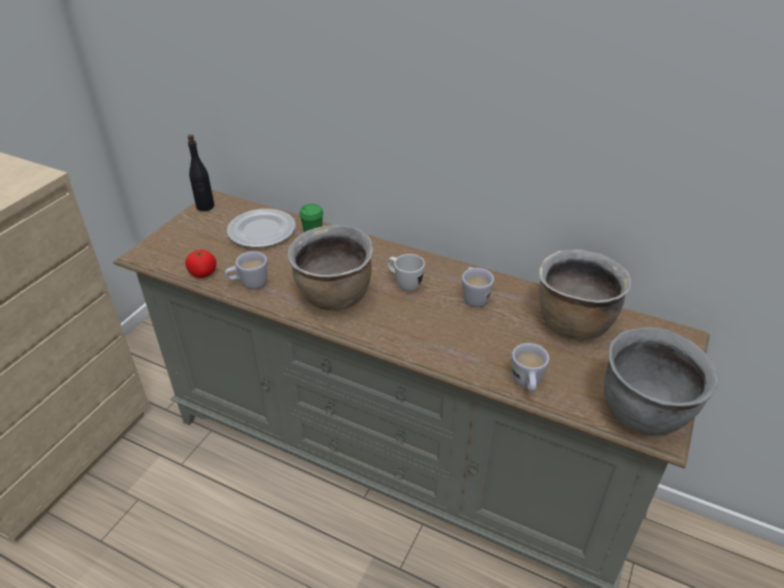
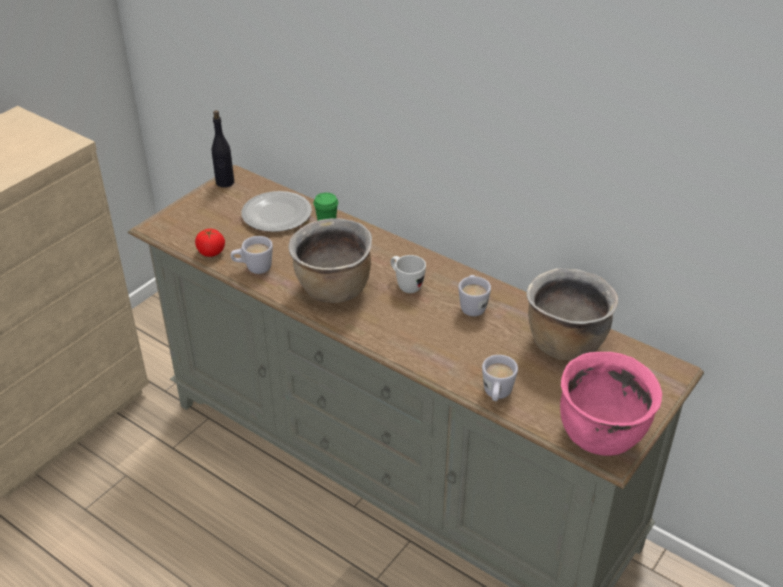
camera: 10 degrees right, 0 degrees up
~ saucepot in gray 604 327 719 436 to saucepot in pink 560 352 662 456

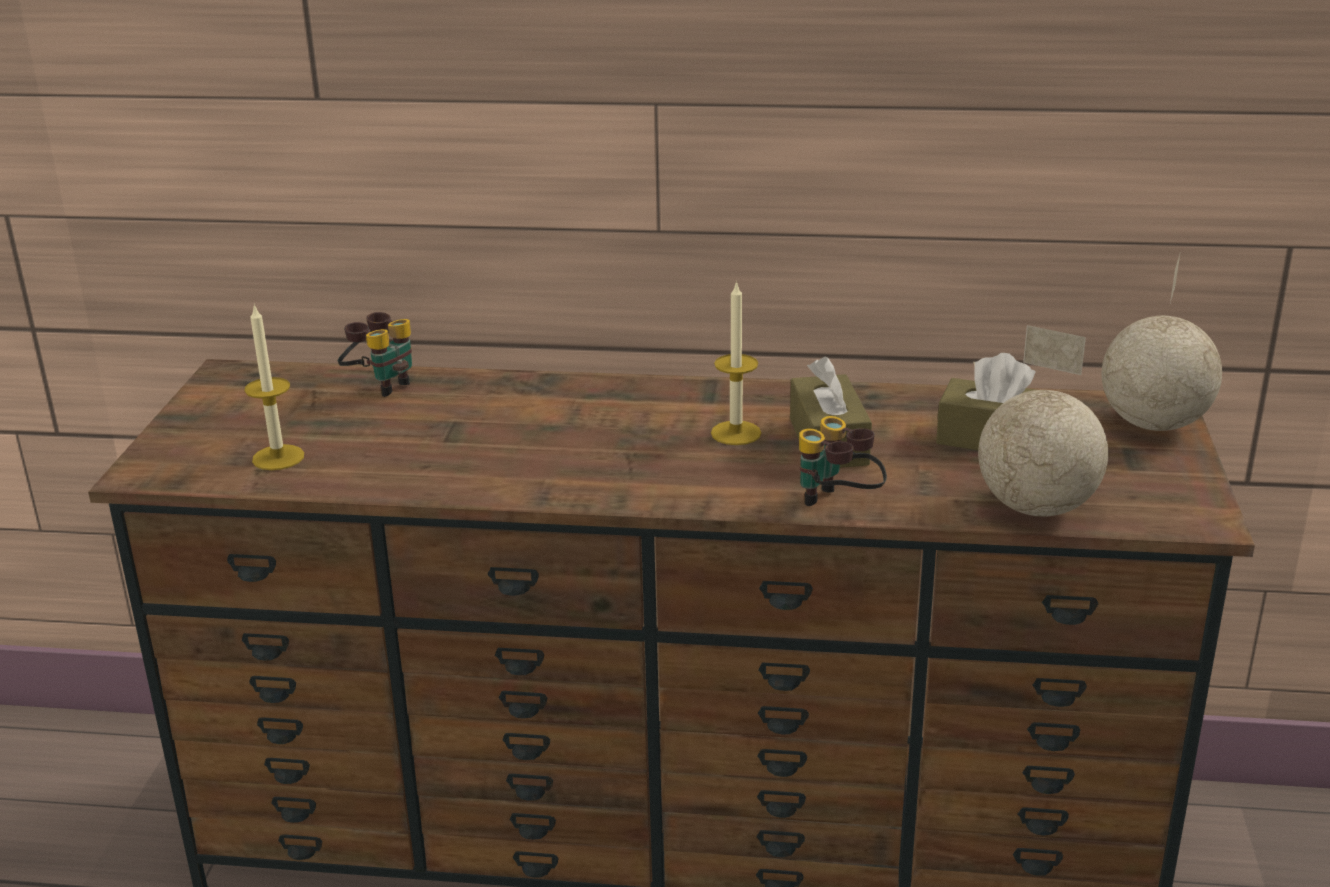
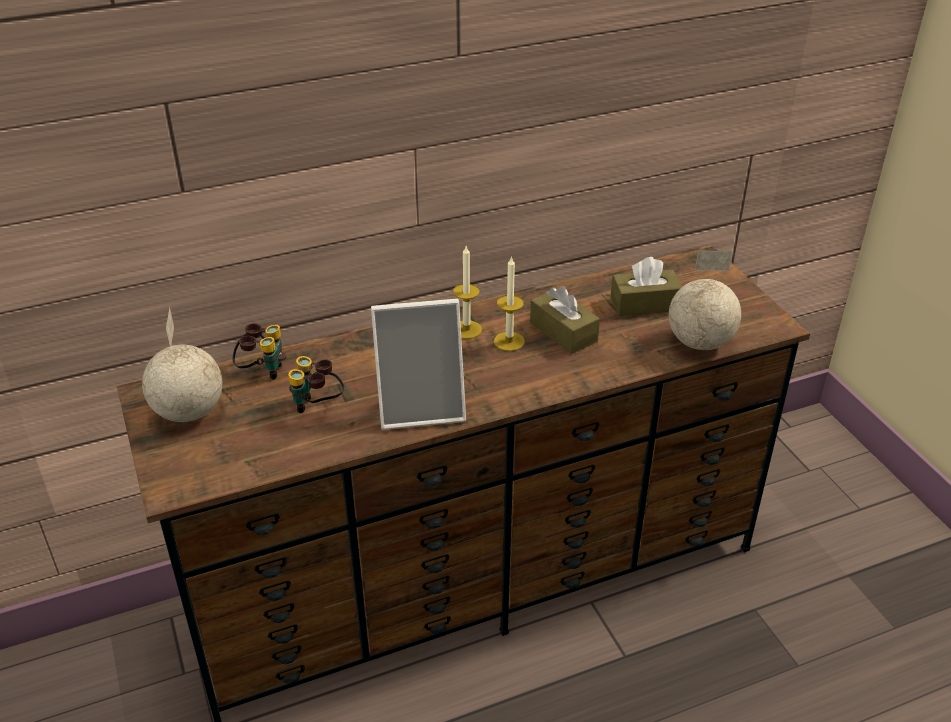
camera: 30 degrees left, 10 degrees up
~ globe 1102 251 1222 431 to 142 307 222 422
~ wax light 244 304 304 470 to 453 246 482 339
~ binoculars 799 416 887 506 to 288 356 344 413
+ standing frame 371 299 466 430

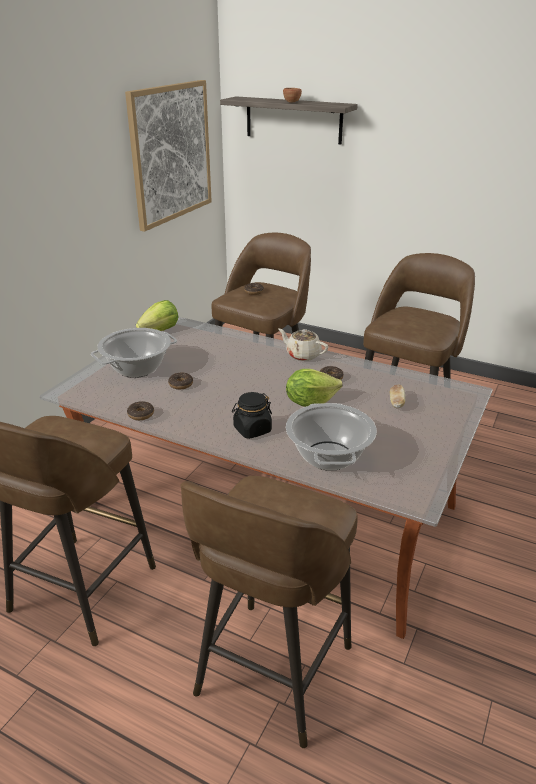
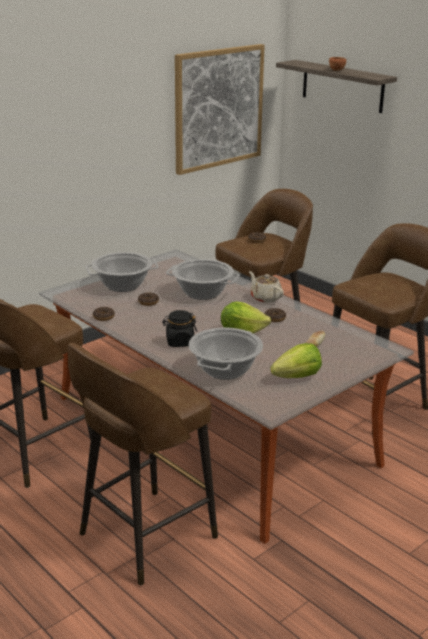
camera: 20 degrees right, 5 degrees down
~ lettuce 136 300 178 331 to 270 343 322 378
+ saucepot 166 259 240 300

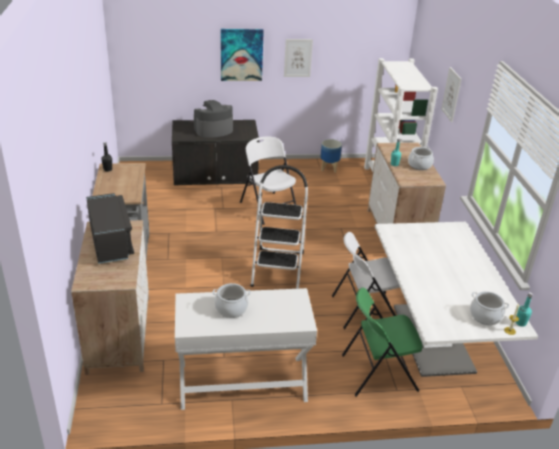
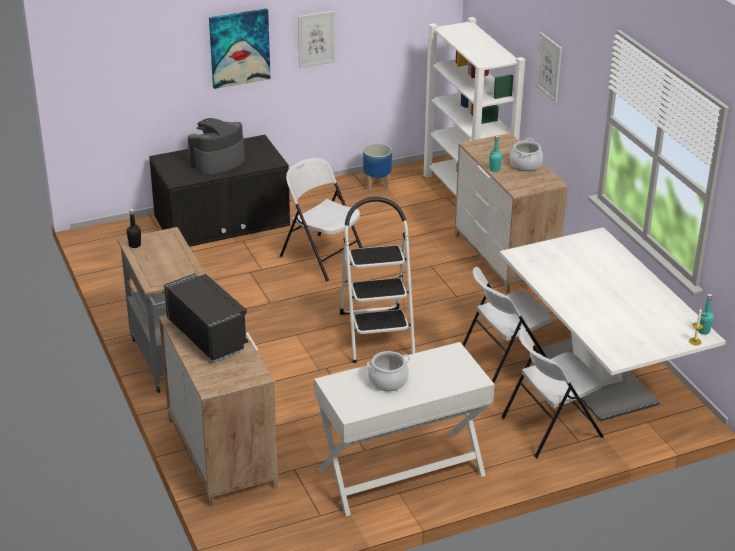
camera: 15 degrees left, 0 degrees up
~ upright chair in green-coloured 342 288 423 397 to upright chair in whitish 501 328 604 459
- saucepot 470 291 509 325

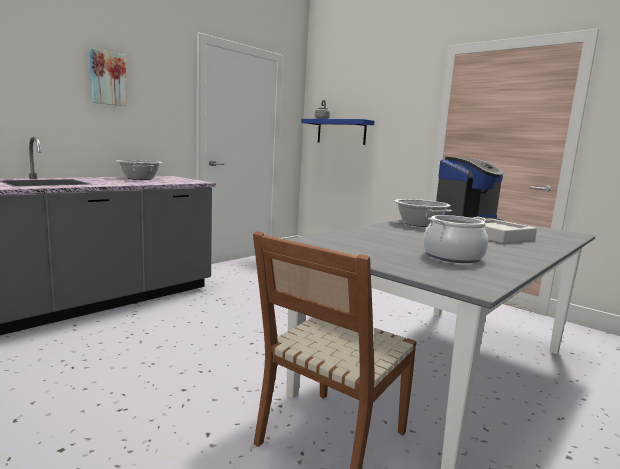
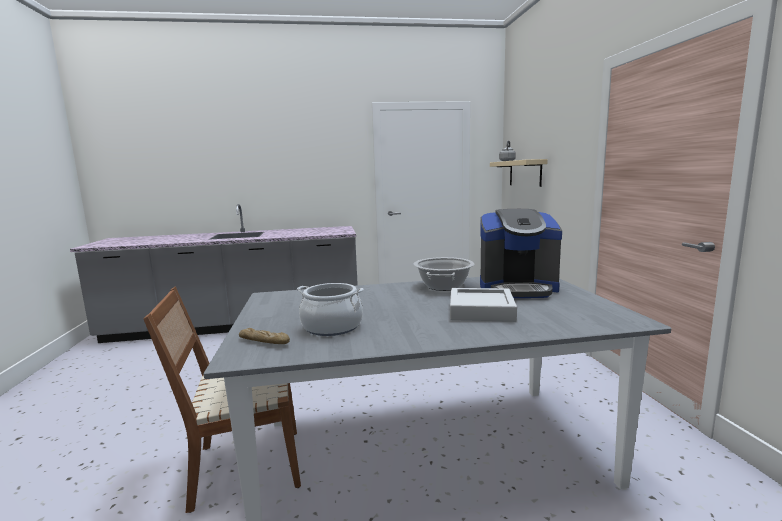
camera: 40 degrees right, 0 degrees up
- picture 90 48 127 106
~ shelf in blue-coloured 301 119 374 145 to shelf in sand-coloured 490 159 548 187
- saucepot 116 160 162 180
+ bakery bread 239 328 290 344

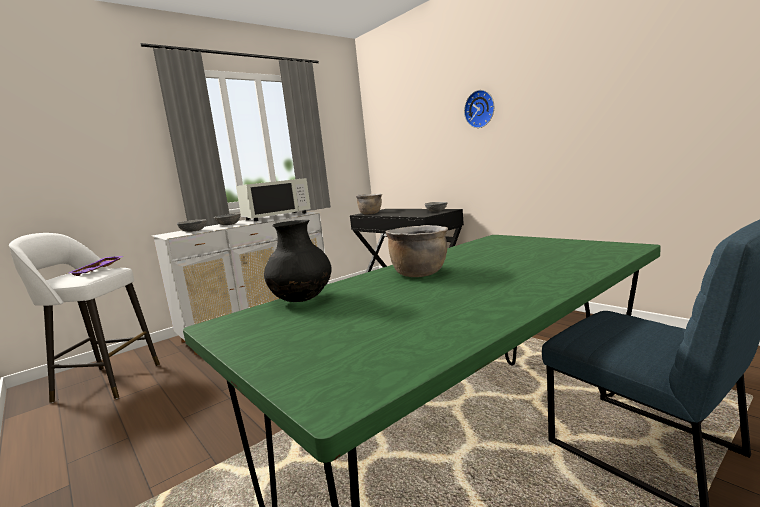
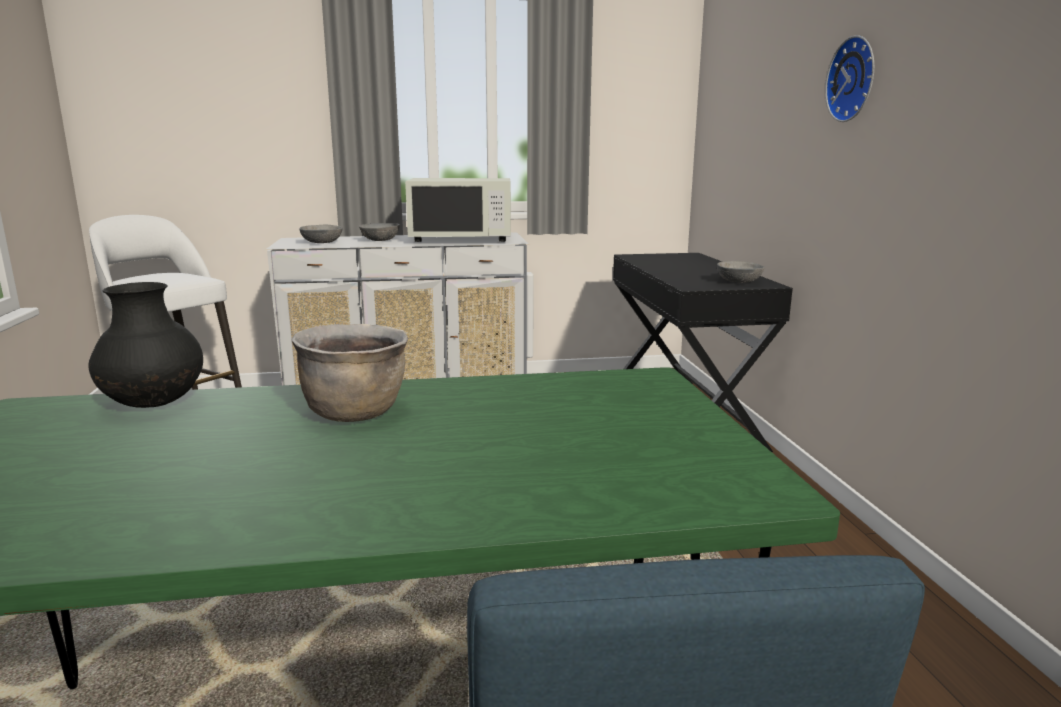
camera: 30 degrees right, 5 degrees up
- saucepot in brownish 356 193 382 214
- serving tray in purple-coloured 69 256 123 276

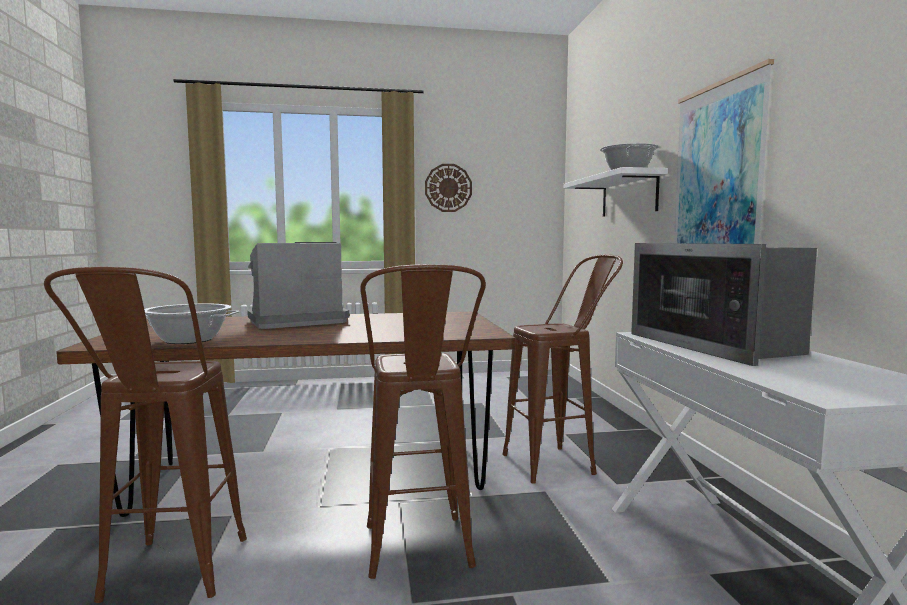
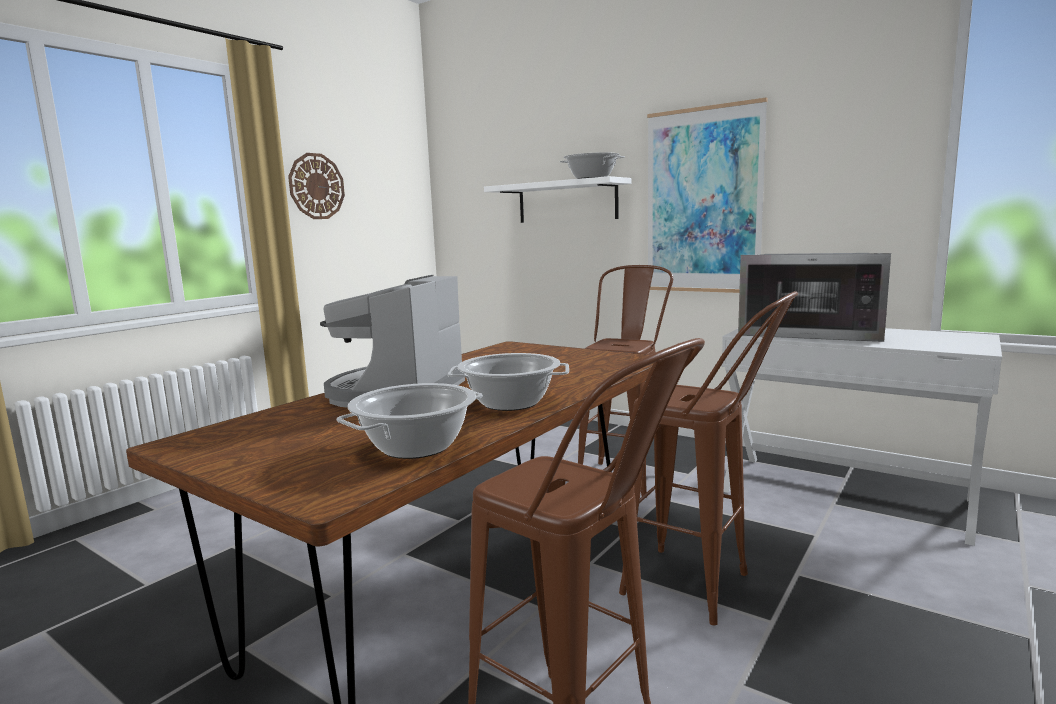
camera: 45 degrees left, 5 degrees up
+ saucepot 448 353 569 411

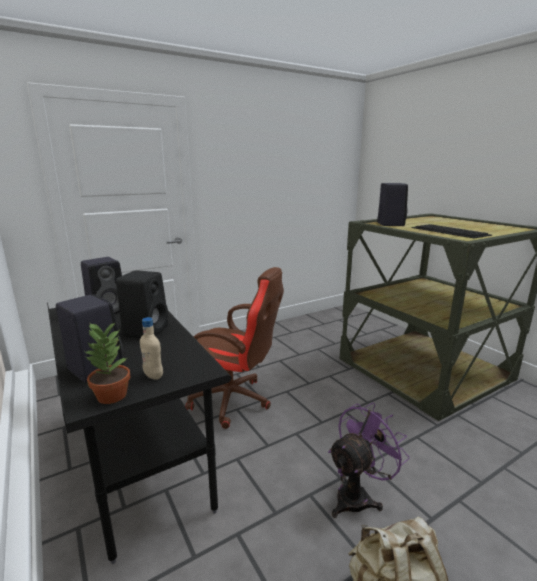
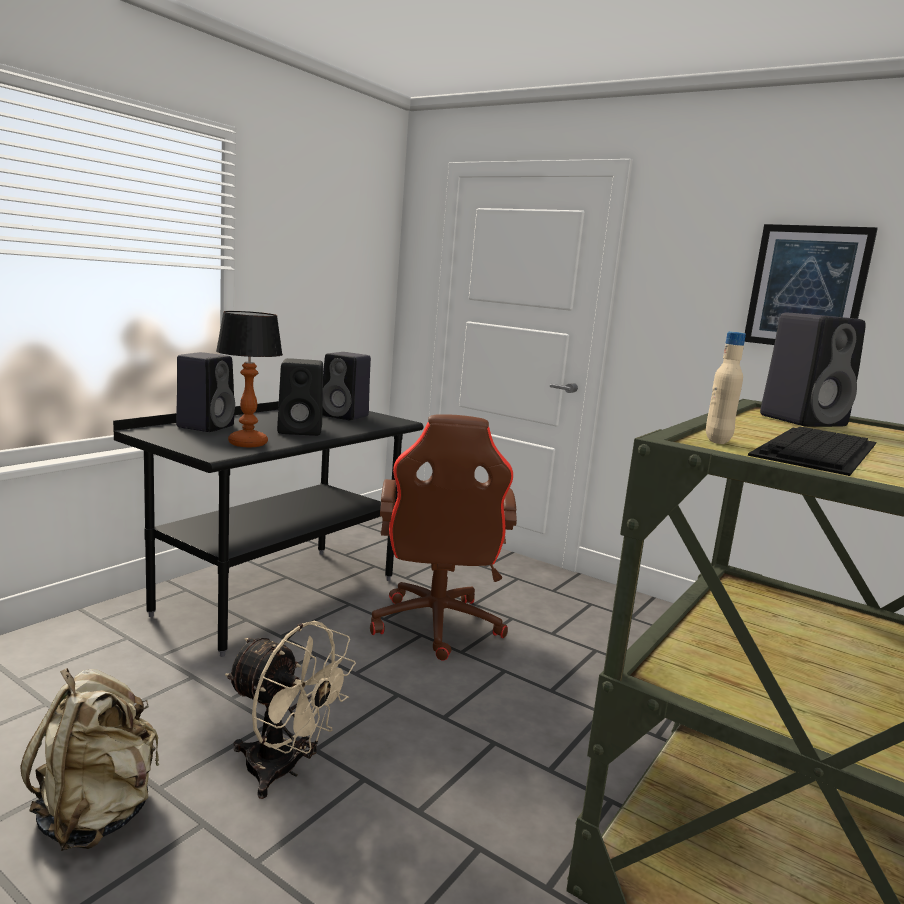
camera: 65 degrees right, 5 degrees down
~ bottle in sand-coloured 140 317 163 380 to 706 332 746 444
- houseplant 83 322 130 404
~ electric fan in purple-coloured 328 402 410 518 to electric fan in sand-coloured 225 621 356 799
+ picture 745 224 878 345
+ lamp for a table 216 311 283 447

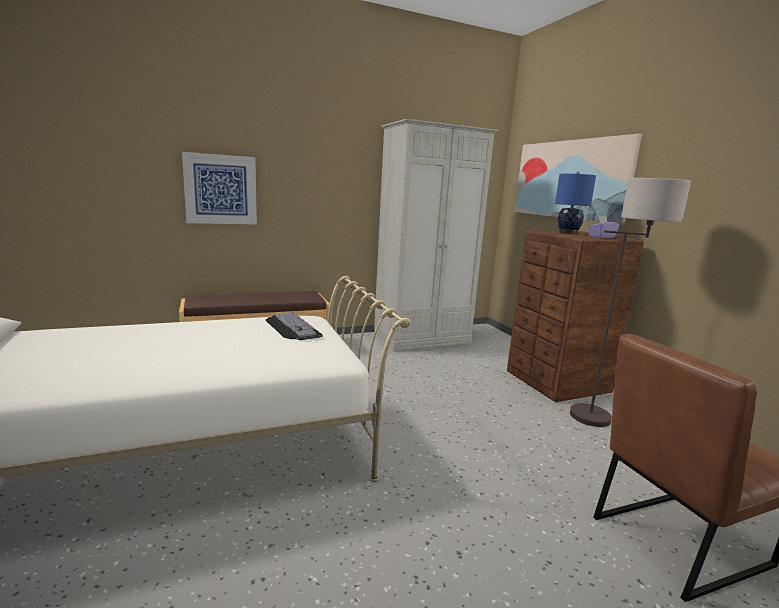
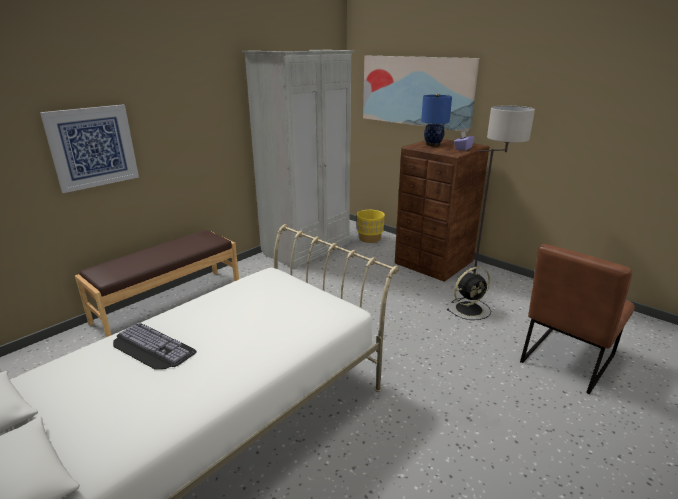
camera: 25 degrees left, 10 degrees up
~ computer keyboard 266 312 323 340 to 113 322 197 370
+ plant pot in yellow 357 210 385 243
+ electric fan in black 447 267 491 320

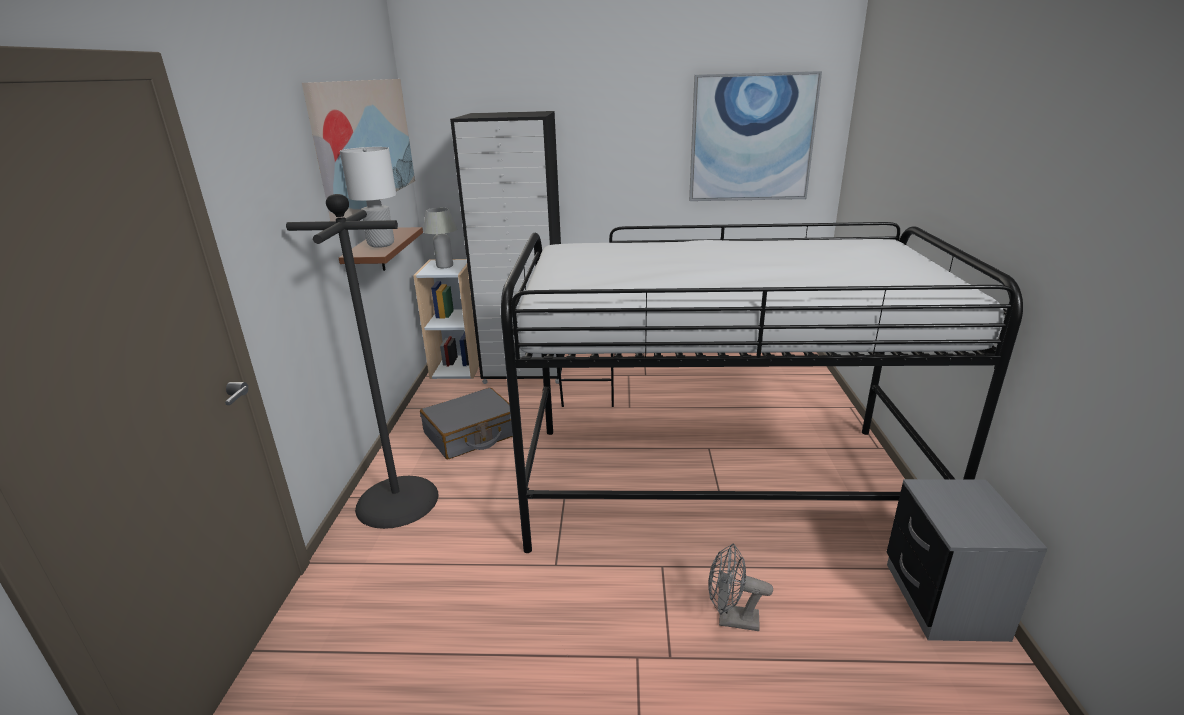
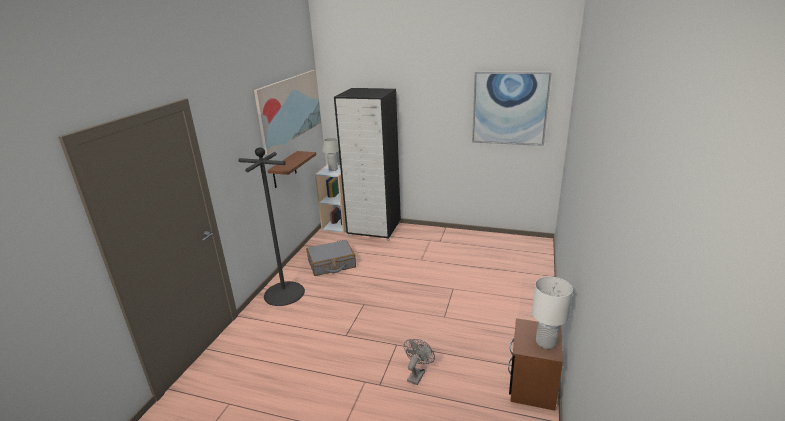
camera: 15 degrees right, 0 degrees up
~ lamp for a table in whitish 340 147 396 248 to 532 277 573 349
- bedroom bed in black 501 222 1023 553
~ bedside table in gray 887 479 1048 642 to bedside table in brownish 508 318 563 411
~ electric fan in gray 708 544 773 631 = 404 339 435 385 90 degrees clockwise

